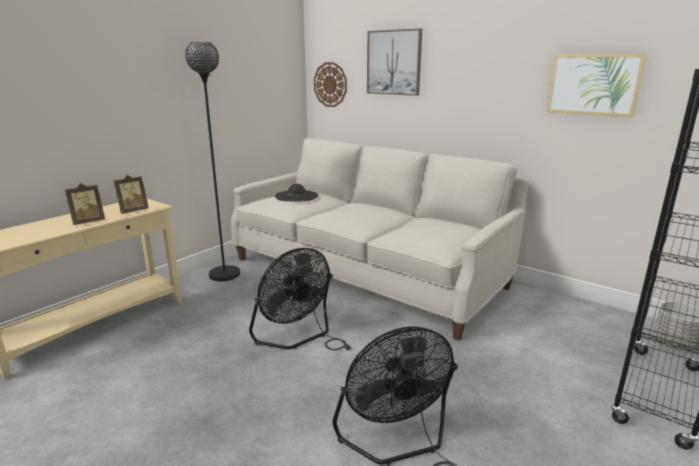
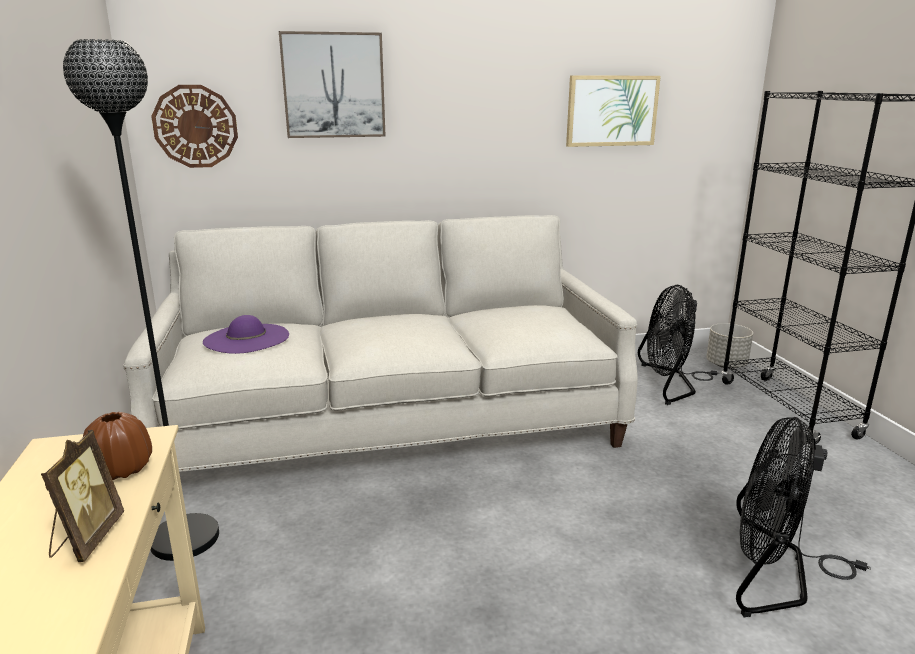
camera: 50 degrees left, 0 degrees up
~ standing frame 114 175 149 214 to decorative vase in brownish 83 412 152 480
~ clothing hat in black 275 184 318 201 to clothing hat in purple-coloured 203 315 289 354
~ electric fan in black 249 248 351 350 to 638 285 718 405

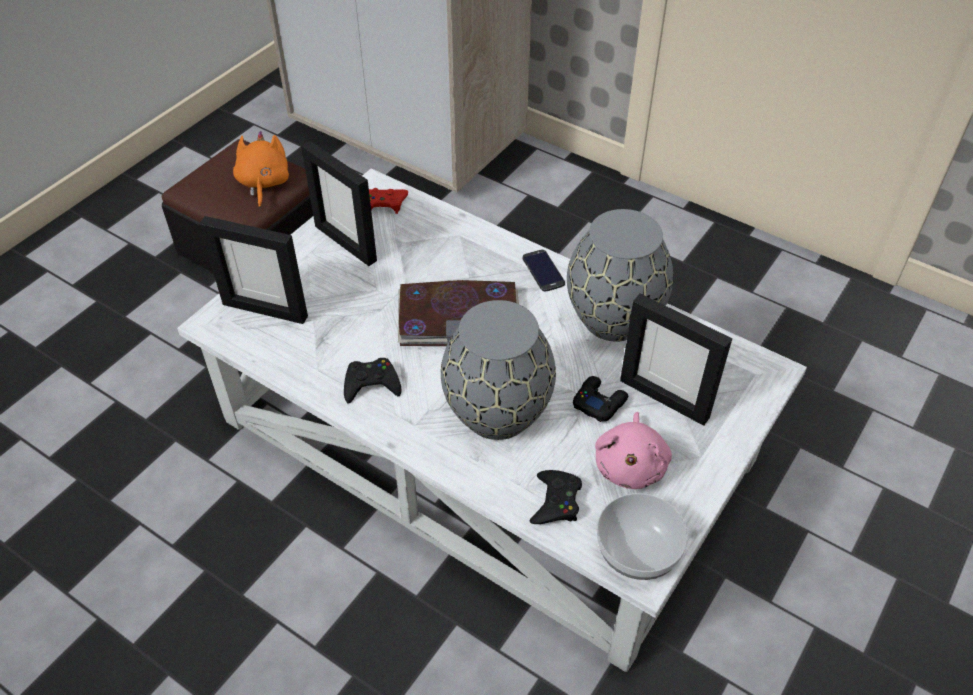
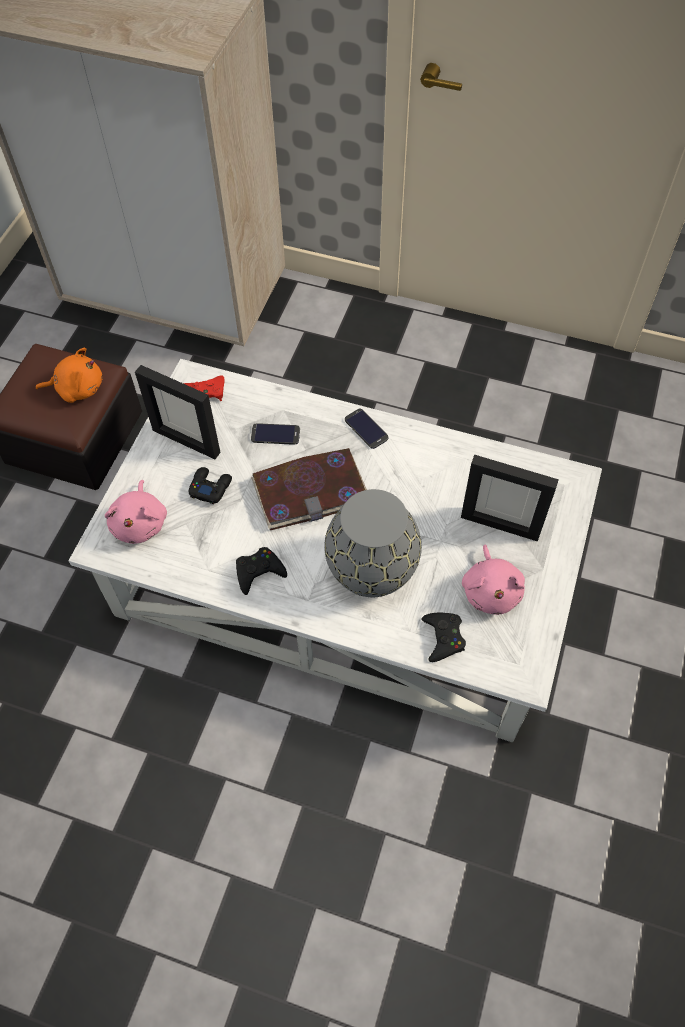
camera: 15 degrees left, 10 degrees up
~ soft toy in orange-coloured 233 131 289 208 = 35 348 102 403 105 degrees clockwise
- decorative vase in gray 567 209 673 342
~ standing frame 199 216 308 324 to soft toy in pink 105 480 167 544
~ game controller in black 573 376 628 422 to 189 467 232 504
- deep dish 597 493 688 580
+ handset 251 423 300 445

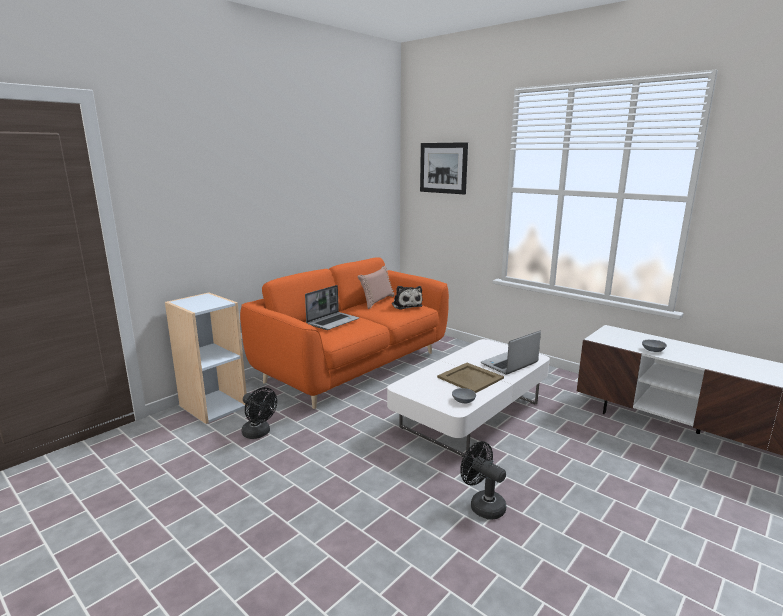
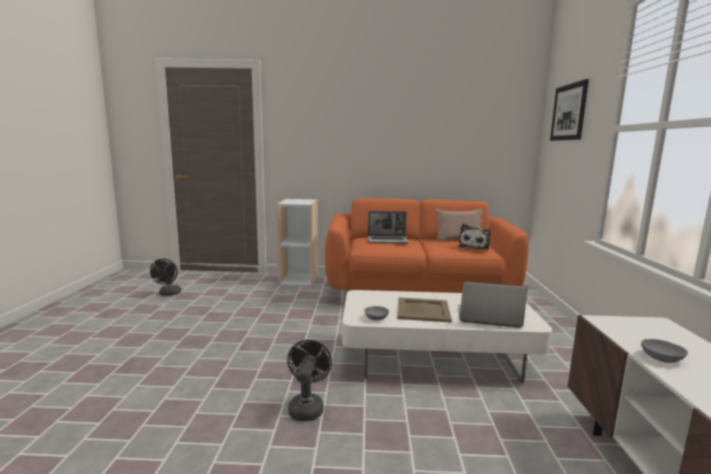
camera: 50 degrees right, 5 degrees down
~ electric fan in black 241 387 277 439 to 150 258 181 296

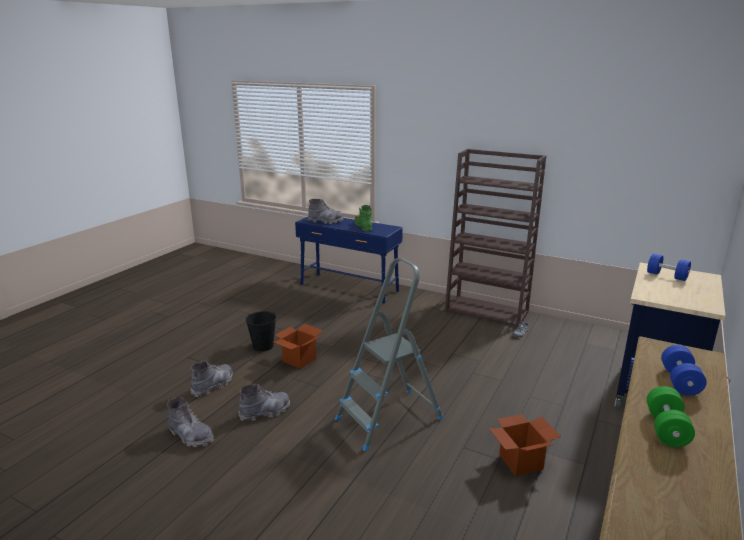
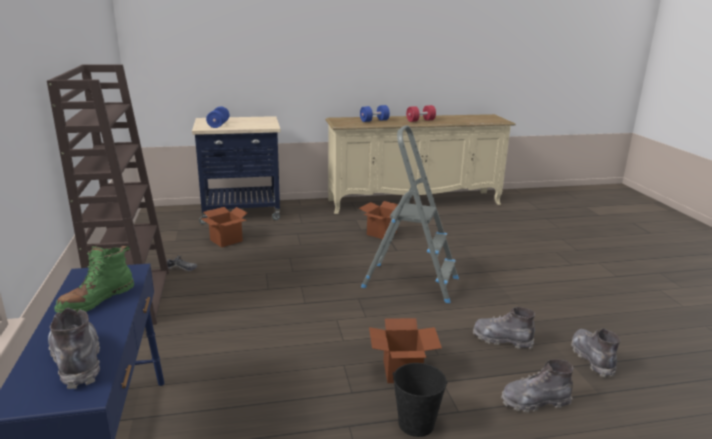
camera: 130 degrees left, 0 degrees up
~ hand weight in green-coloured 647 386 695 447 to hand weight in reddish 406 105 436 122
+ carton 201 207 247 247

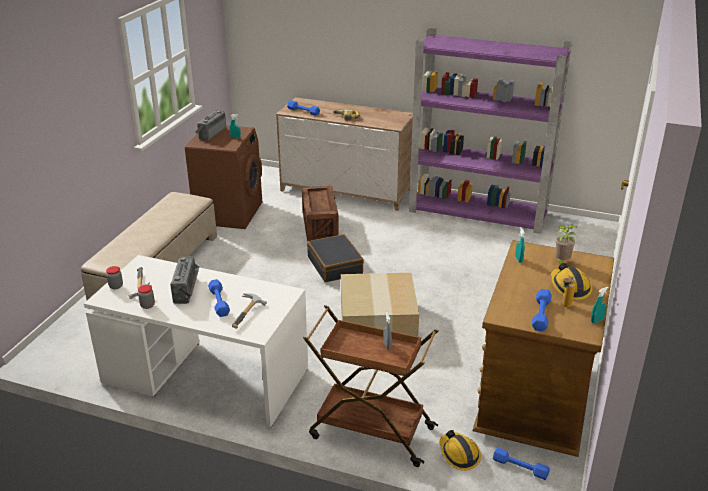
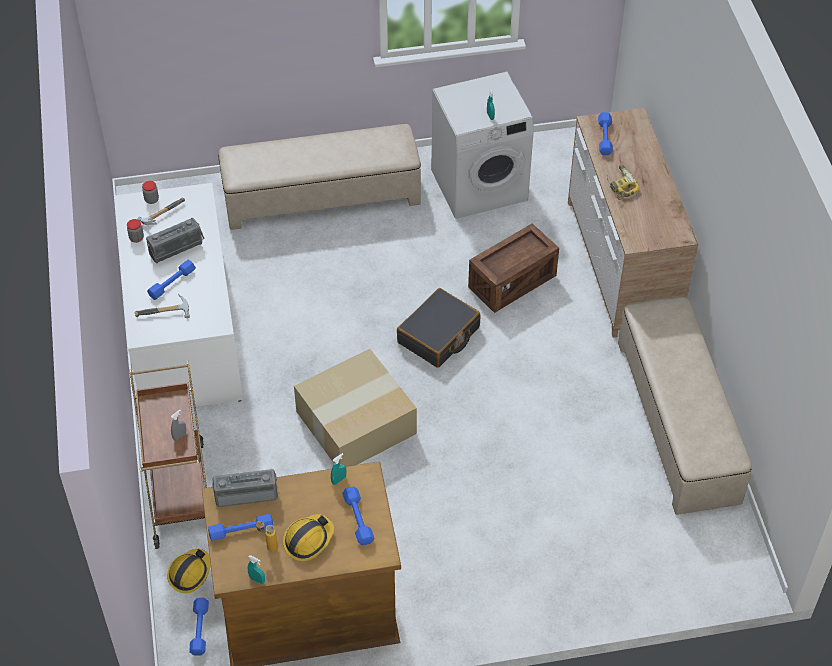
camera: 60 degrees right, 20 degrees up
~ bookshelf in purple-coloured 409 28 572 234 to bench in sand-coloured 618 297 752 515
~ radio set 195 111 226 141 to 212 469 278 507
~ laundry appliance in brownish 185 125 262 229 to laundry appliance in whitish 432 72 533 219
~ houseplant 555 224 577 264 to hand weight in blue-coloured 342 486 374 545

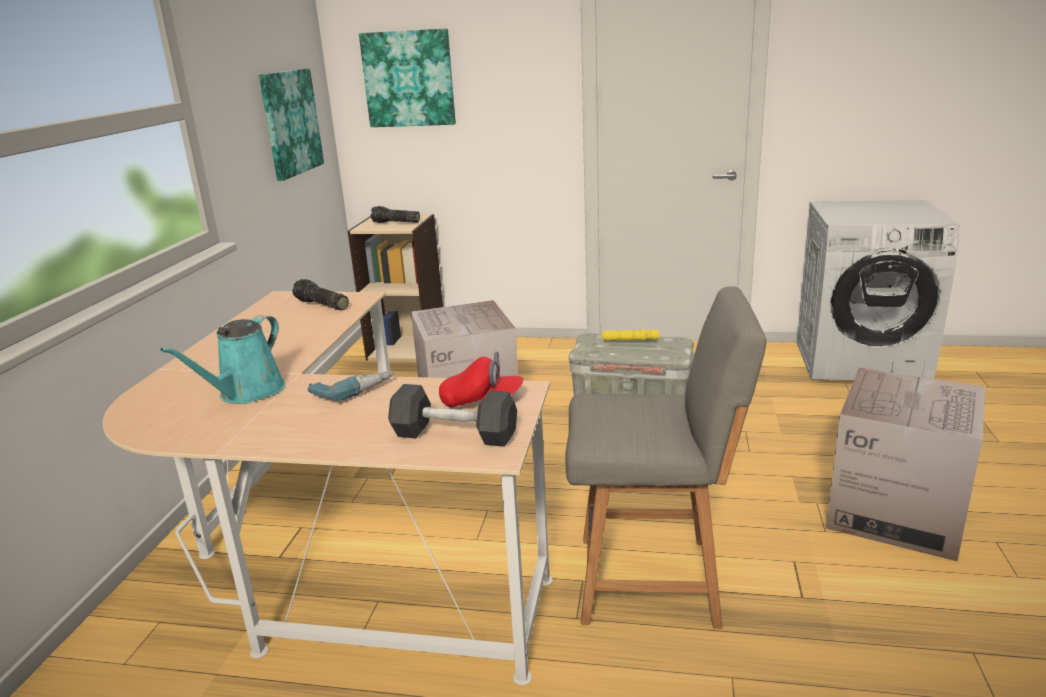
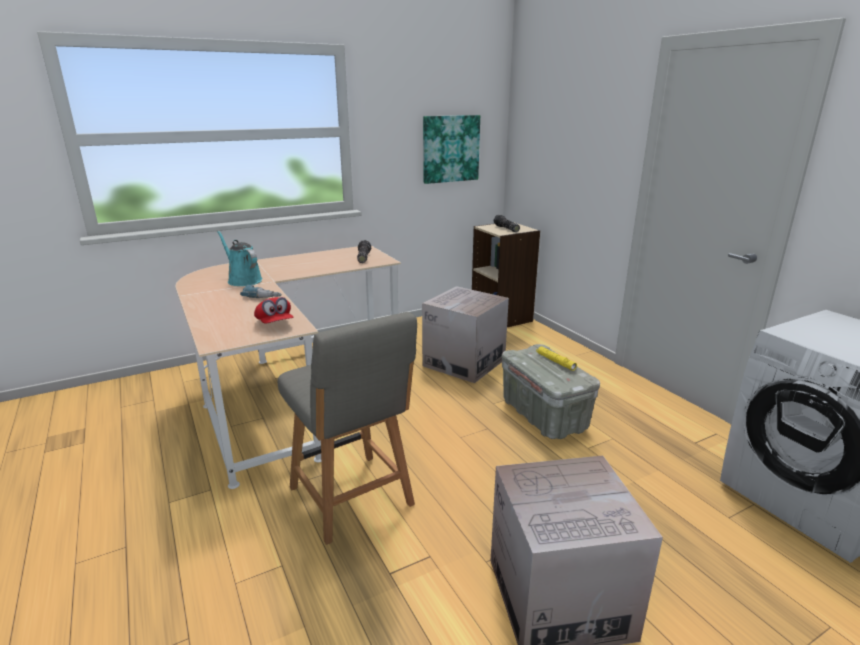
camera: 50 degrees right, 0 degrees up
- picture 359 28 456 127
~ watering can in turquoise 160 316 285 404 = 217 231 262 286 60 degrees clockwise
- hand weight in gray 388 384 517 447

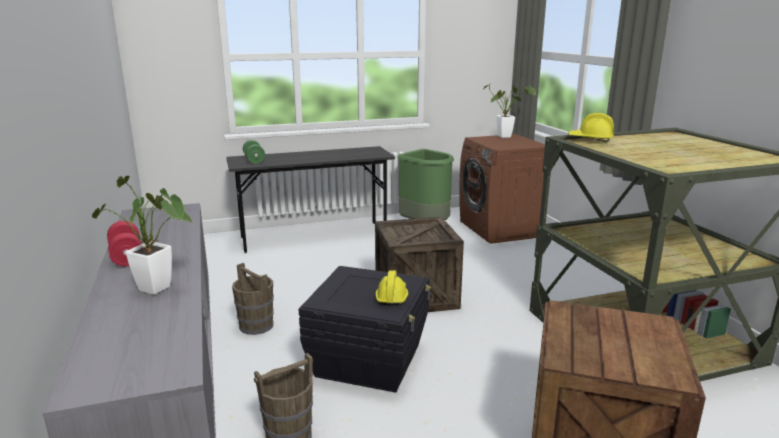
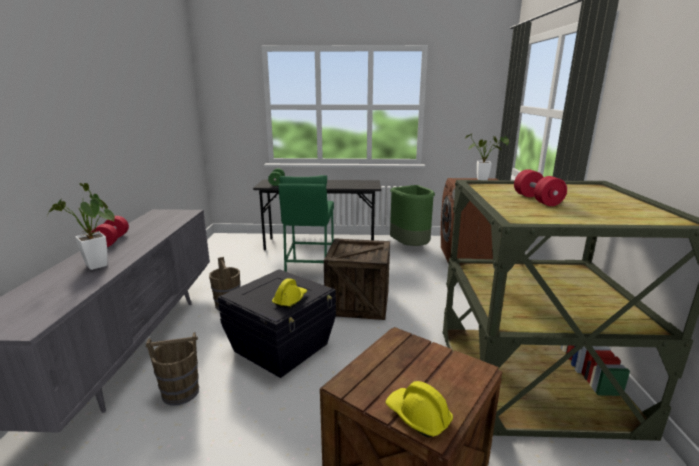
camera: 20 degrees right, 0 degrees up
~ work helmet in yellow 568 113 614 142 to 386 381 453 438
+ hand weight in reddish 514 169 567 206
+ sitting stool in green-coloured 278 175 334 272

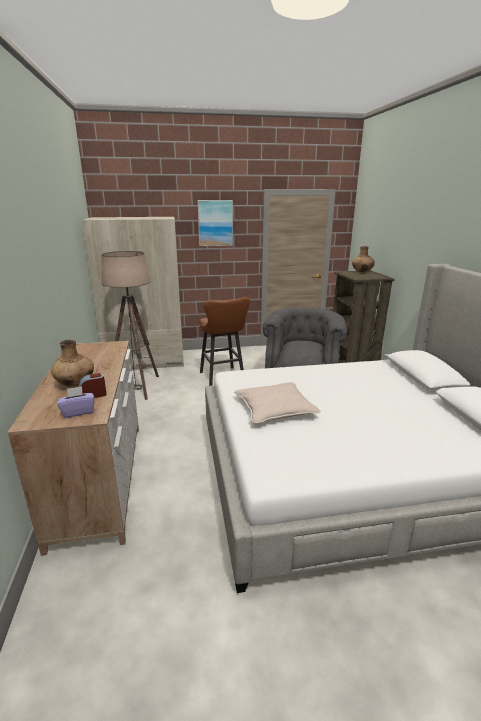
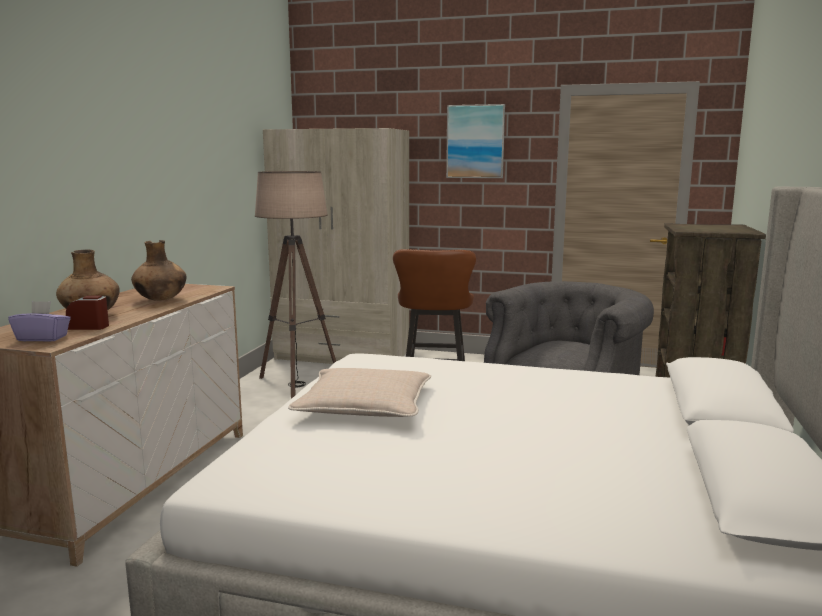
camera: 25 degrees right, 10 degrees down
~ decorative vase in brownish 352 246 375 272 to 131 240 187 301

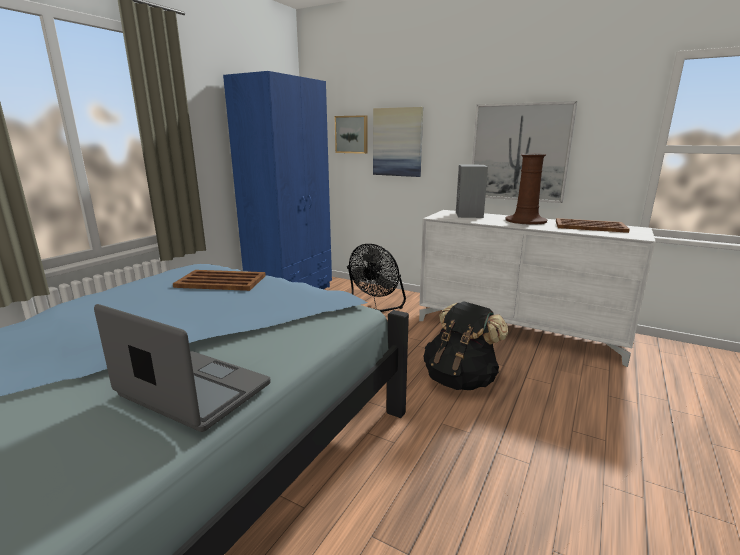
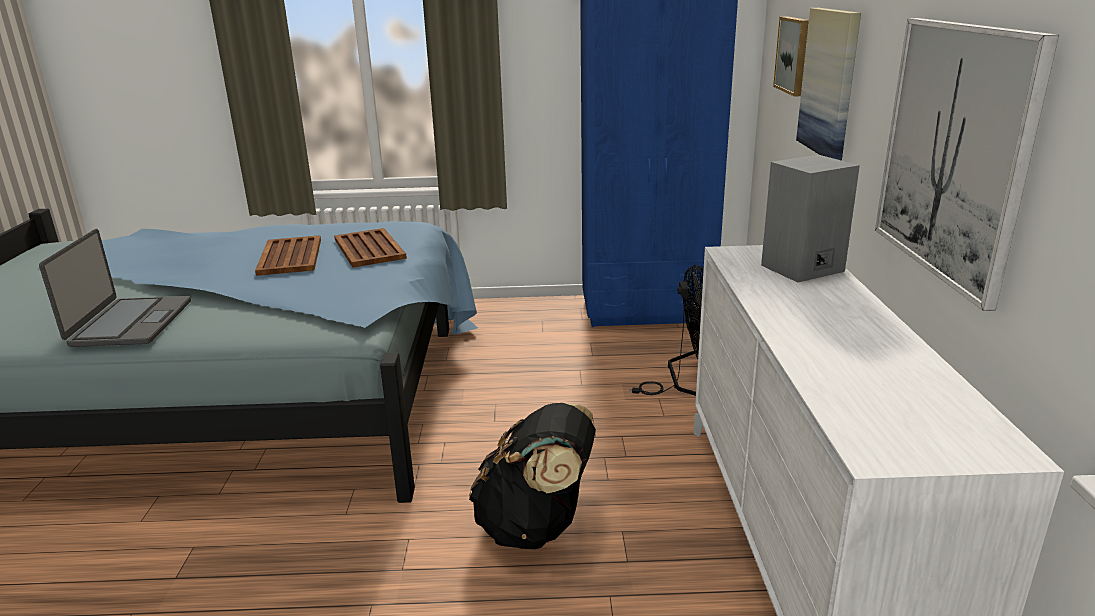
camera: 60 degrees right, 5 degrees up
- decorative vase in brownish 506 154 547 225
~ serving tray in brownish 556 218 630 233 to 255 235 321 276

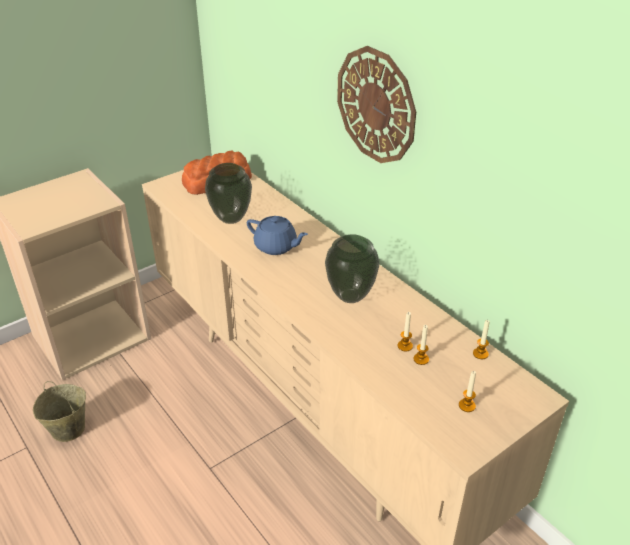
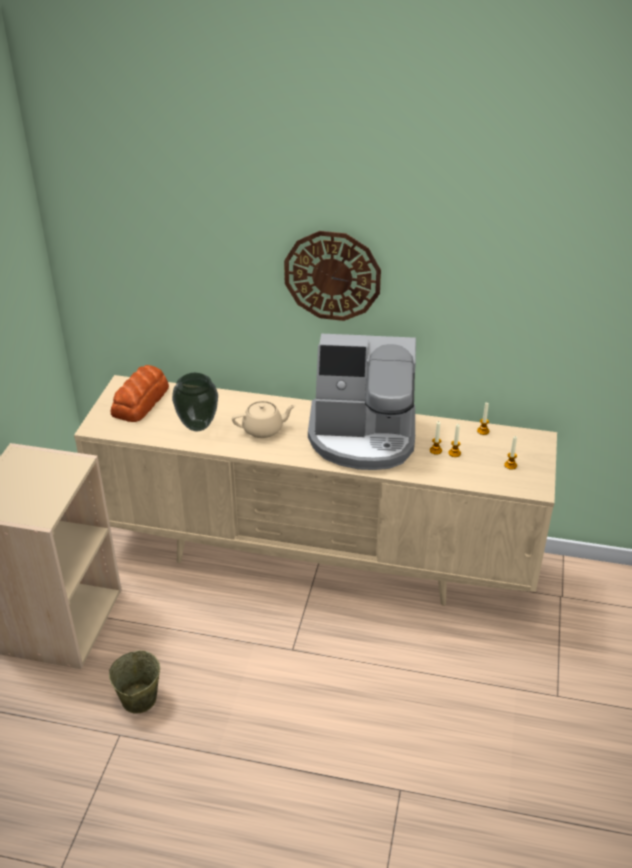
camera: 40 degrees left, 0 degrees up
~ teapot in blue-coloured 247 216 308 255 to teapot in sand-coloured 232 401 296 438
~ decorative vase 325 234 379 303 to coffee brewer 308 334 416 470

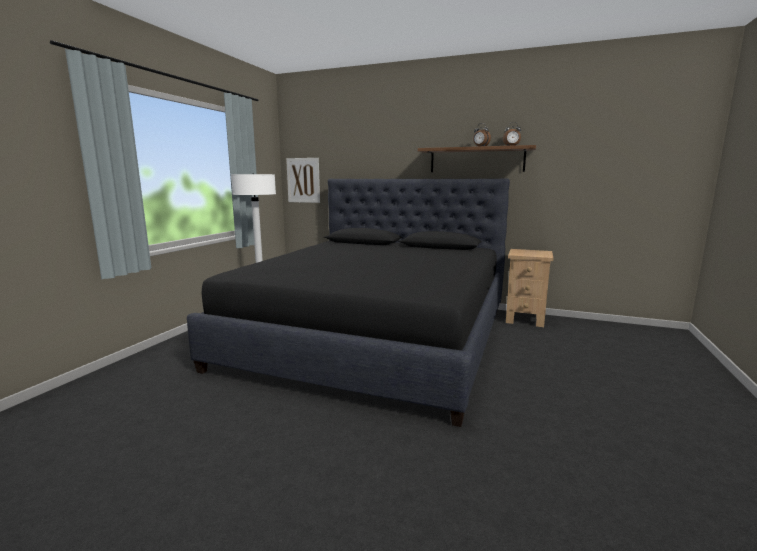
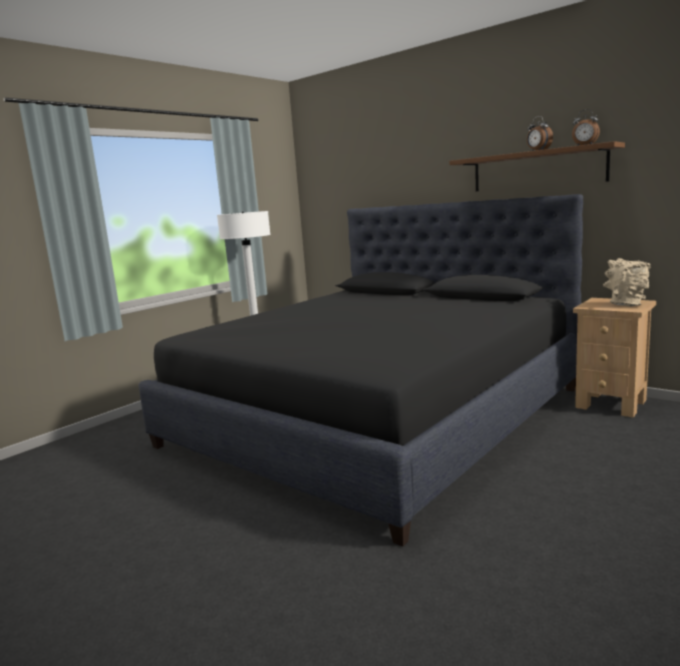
camera: 20 degrees right, 0 degrees up
- picture 286 158 320 203
+ decorative vase in sand-coloured 603 258 651 307

